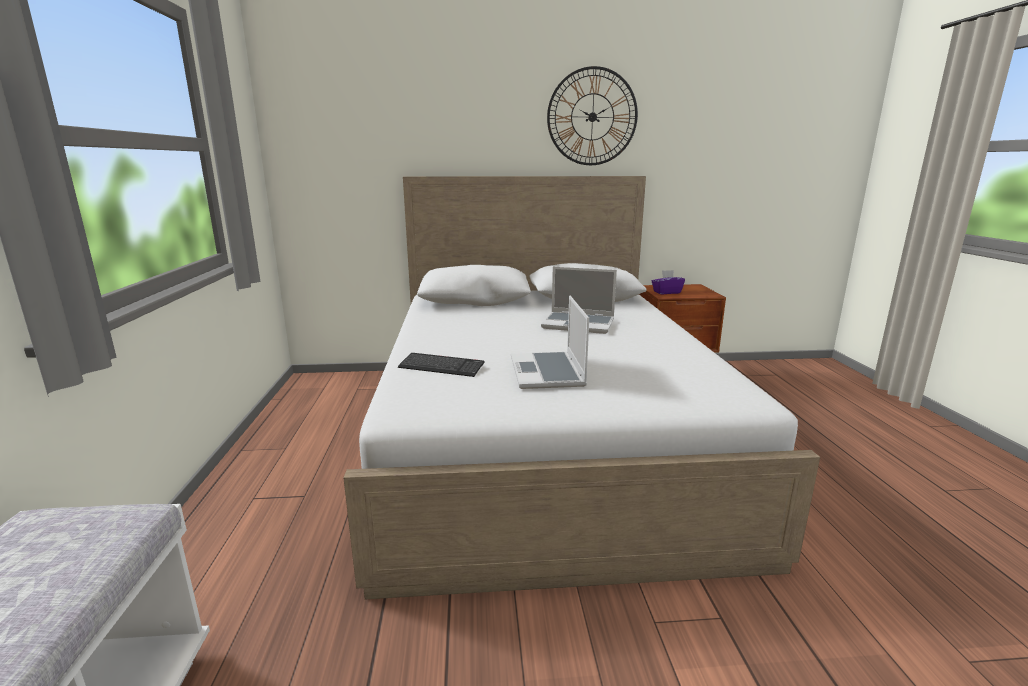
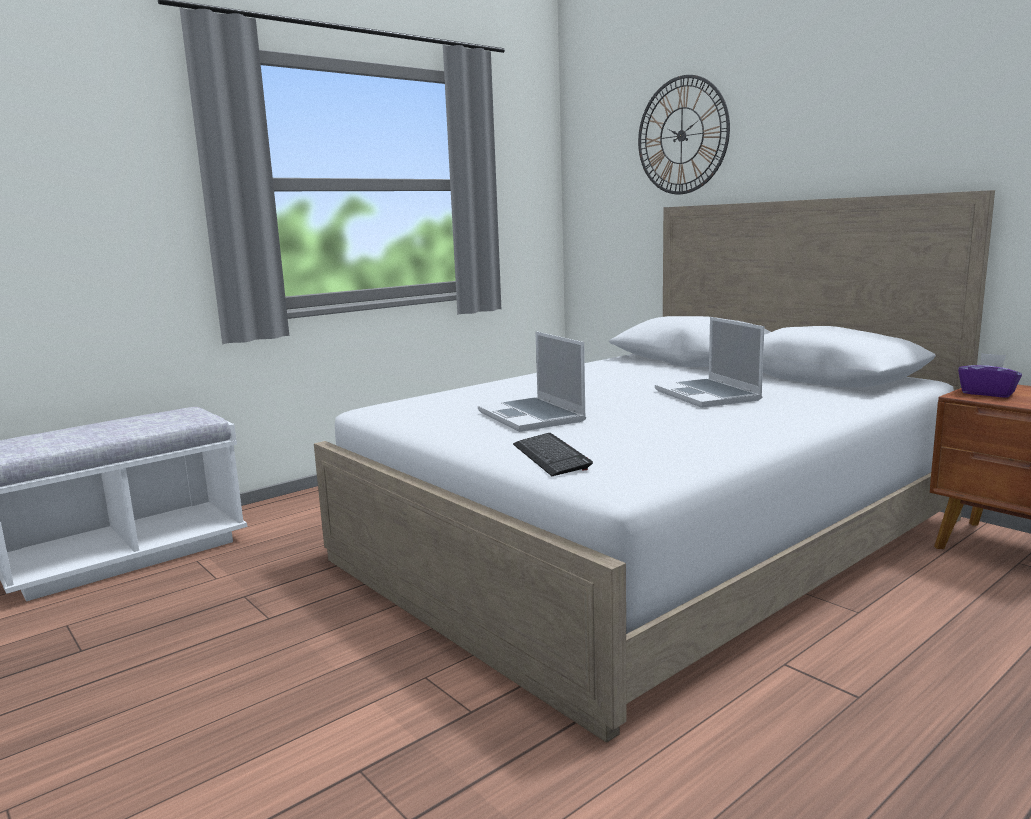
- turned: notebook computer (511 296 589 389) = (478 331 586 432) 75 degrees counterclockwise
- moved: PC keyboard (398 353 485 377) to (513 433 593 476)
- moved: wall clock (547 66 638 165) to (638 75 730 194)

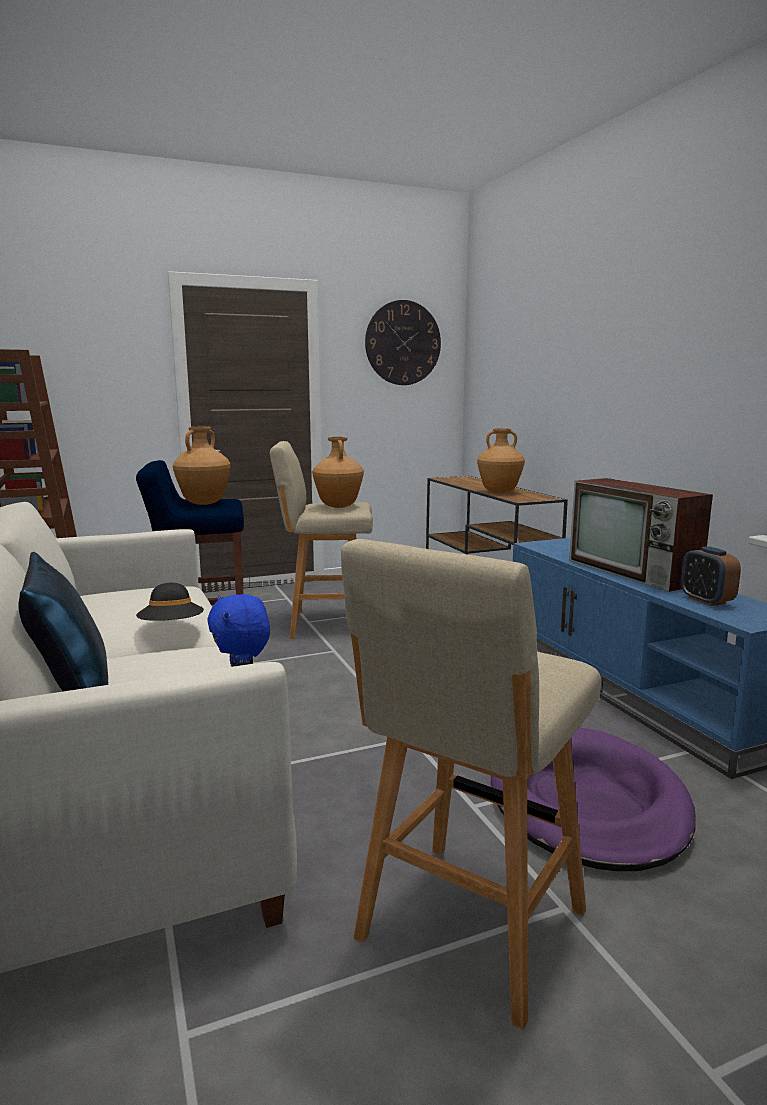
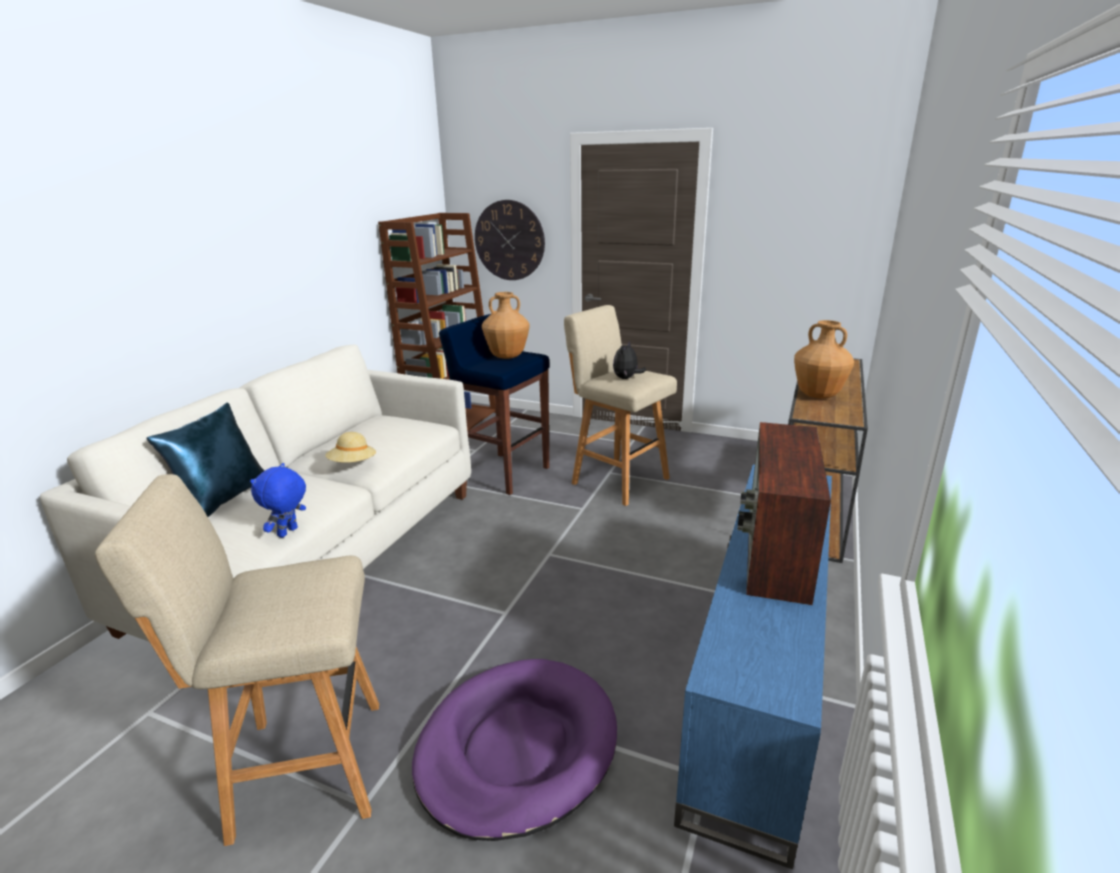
- recoloured: black-coloured wearable hat (136 583 204 621) to beige wearable hat (325 432 376 463)
- moved: wall clock (365 300 441 385) to (475 200 545 280)
- replaced: brownish decorative vase (312 437 364 508) to plush toy (613 341 646 379)
- removed: alarm clock (681 546 741 606)

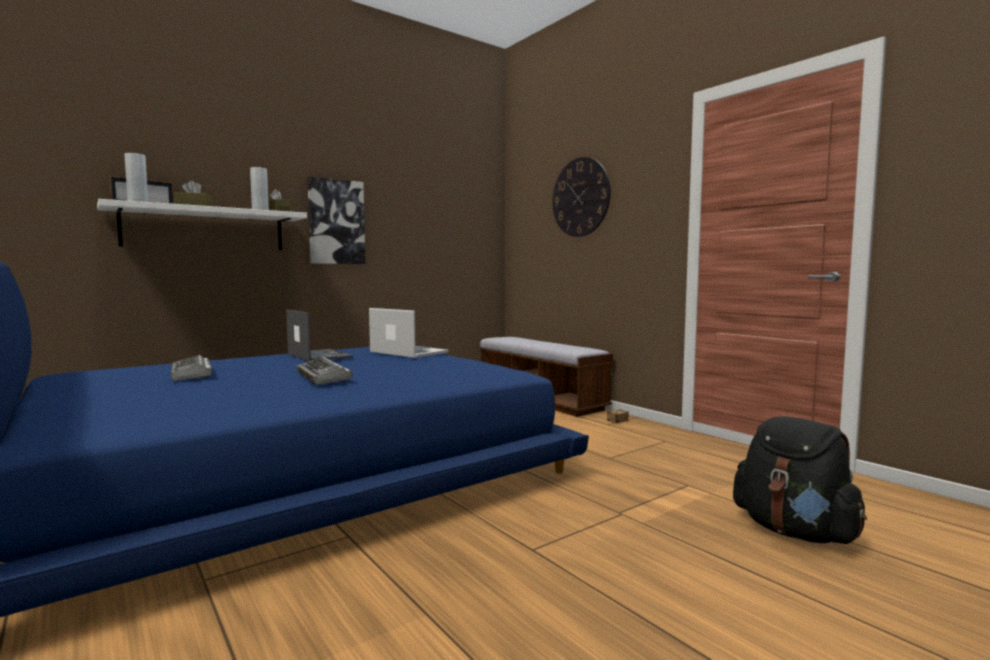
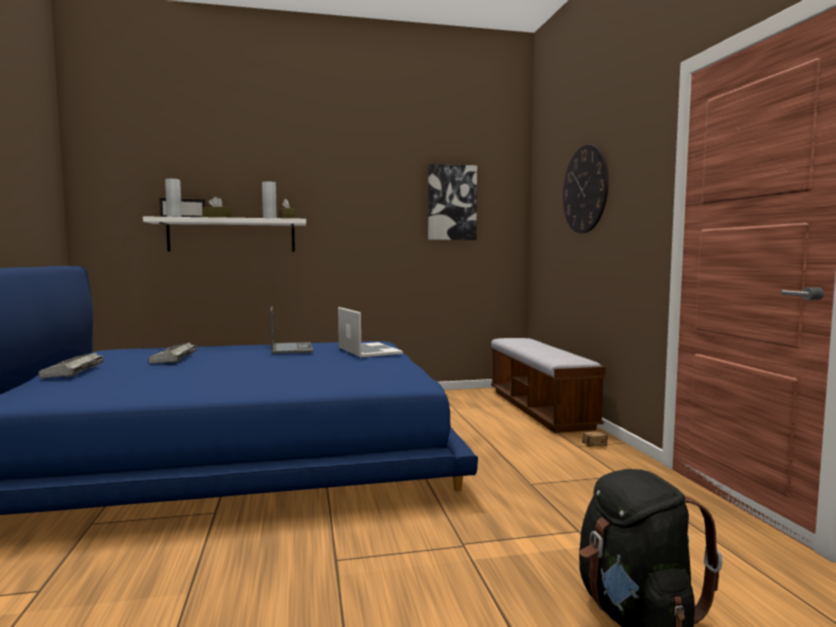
- moved: PC keyboard (297 357 353 385) to (38 353 104 378)
- moved: wall picture (307 176 365 264) to (428 164 477 240)

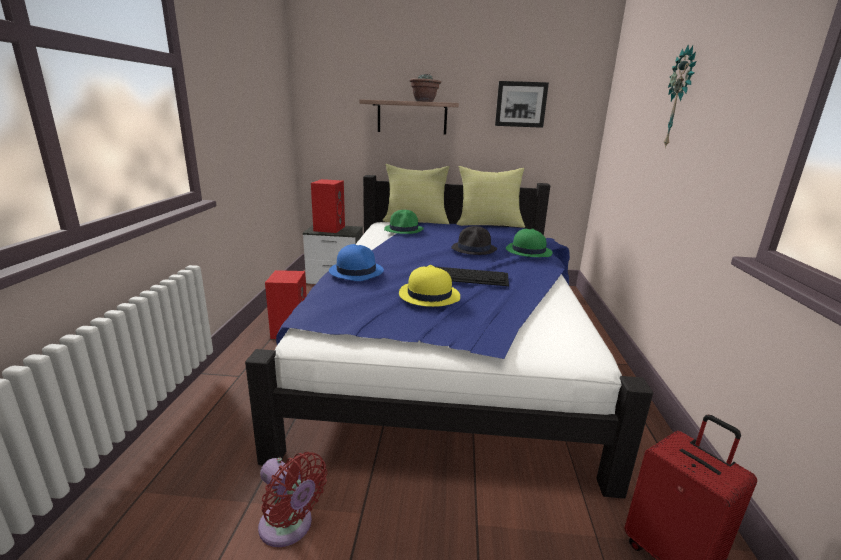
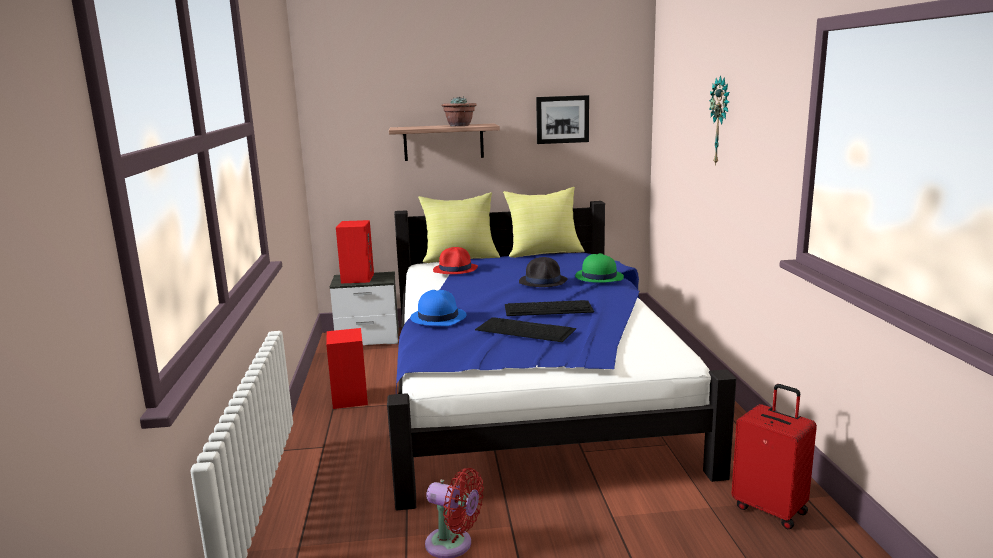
- recoloured: green wearable hat (384 210 424 234) to red-coloured wearable hat (433 247 478 274)
- replaced: yellow wearable hat (399 265 460 307) to PC keyboard (475 317 576 342)

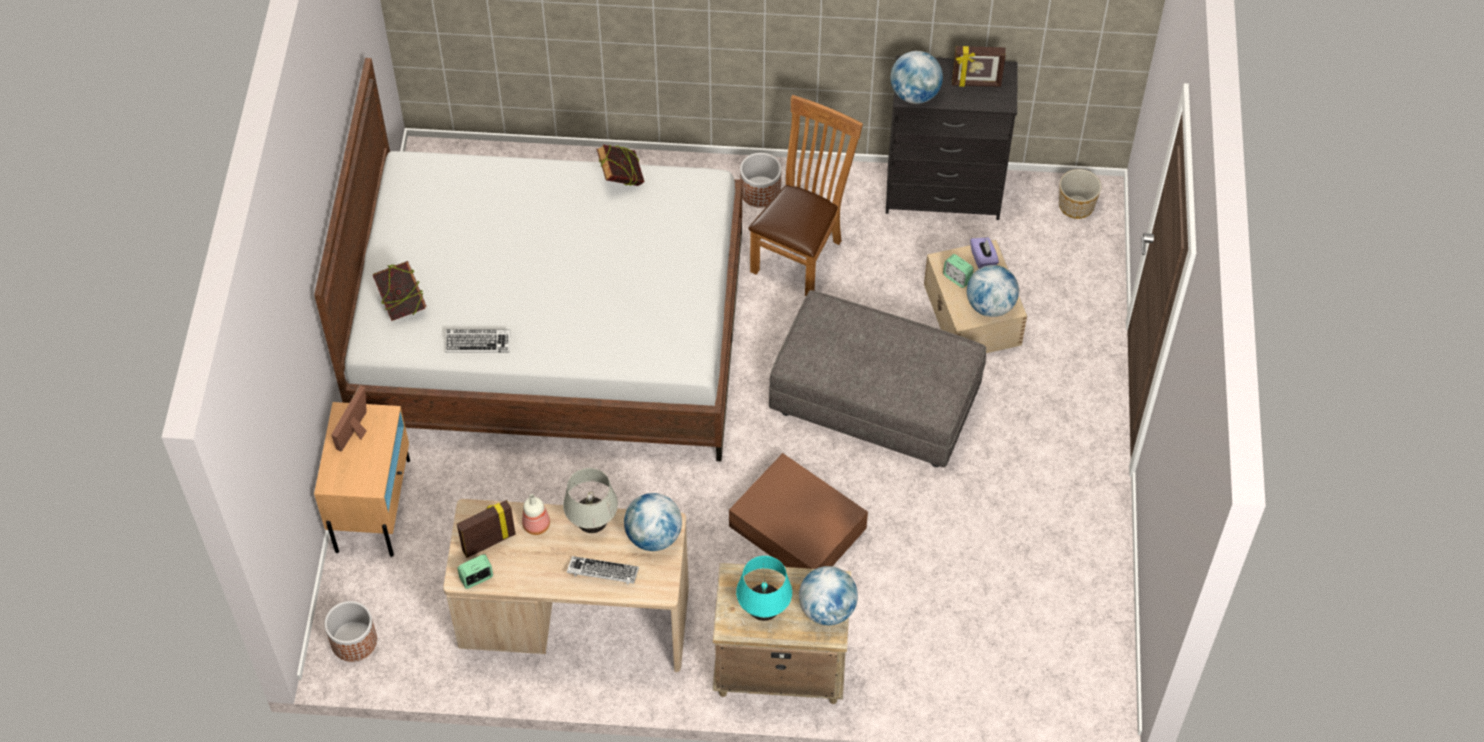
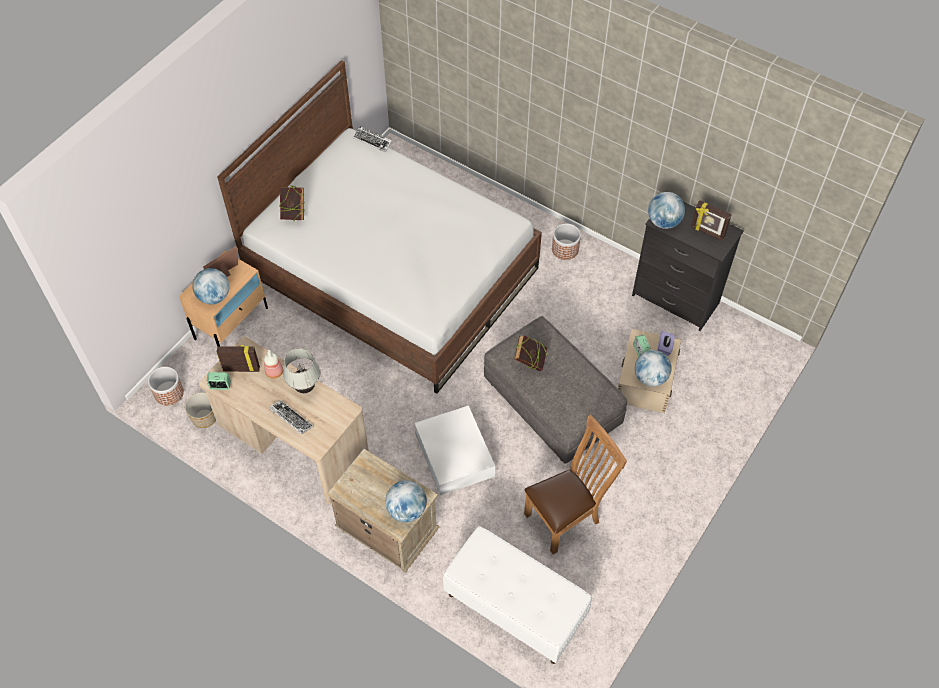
- moved: plant pot (1059 169 1101 219) to (185 392 216 428)
- moved: globe (624 493 682 551) to (193 268 230 304)
- moved: PC keyboard (445 329 510 353) to (353 126 392 153)
- recoloured: brownish storage box (729 453 868 569) to white-coloured storage box (415 405 495 495)
- added: white-coloured bench (443 526 592 664)
- moved: bound book (597 145 645 186) to (514 335 547 371)
- moved: brownish upright chair (748 95 863 296) to (524 415 627 555)
- removed: turquoise-coloured lamp for a table (736 556 792 621)

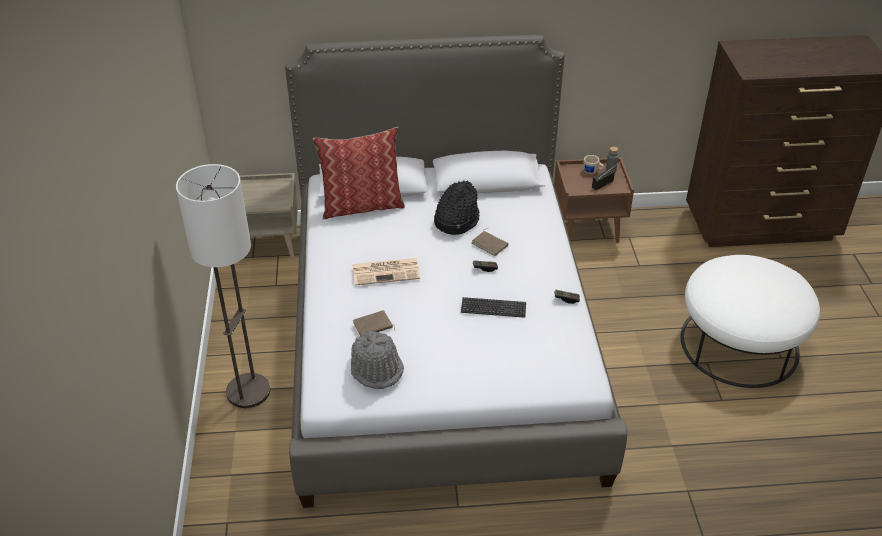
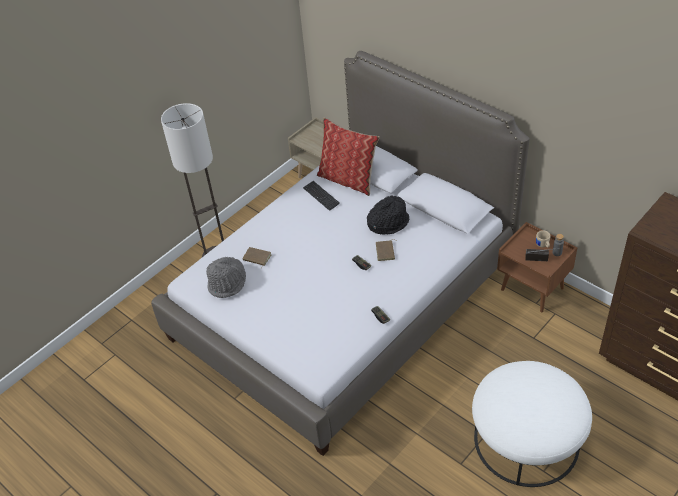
- moved: PC keyboard (461 297 526 318) to (303 181 340 211)
- removed: daily paper (352 258 420 286)

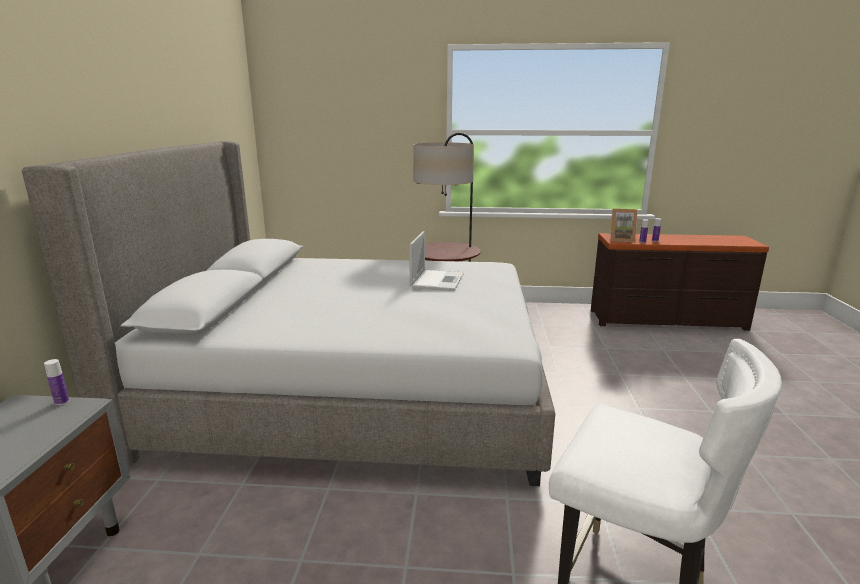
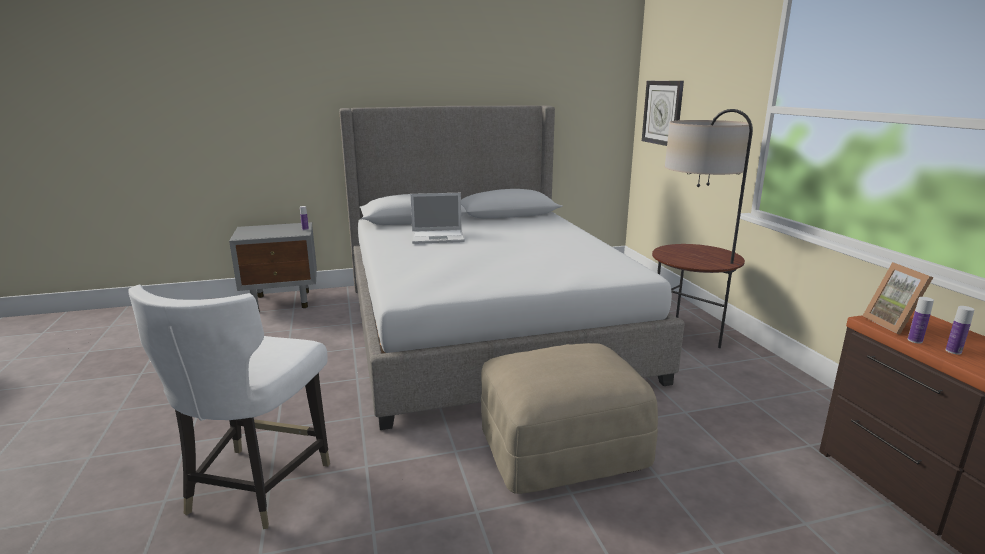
- moved: notebook computer (409 231 464 291) to (410 193 465 244)
- added: beige footrest (481 343 658 494)
- added: wall clock (642 81 684 146)

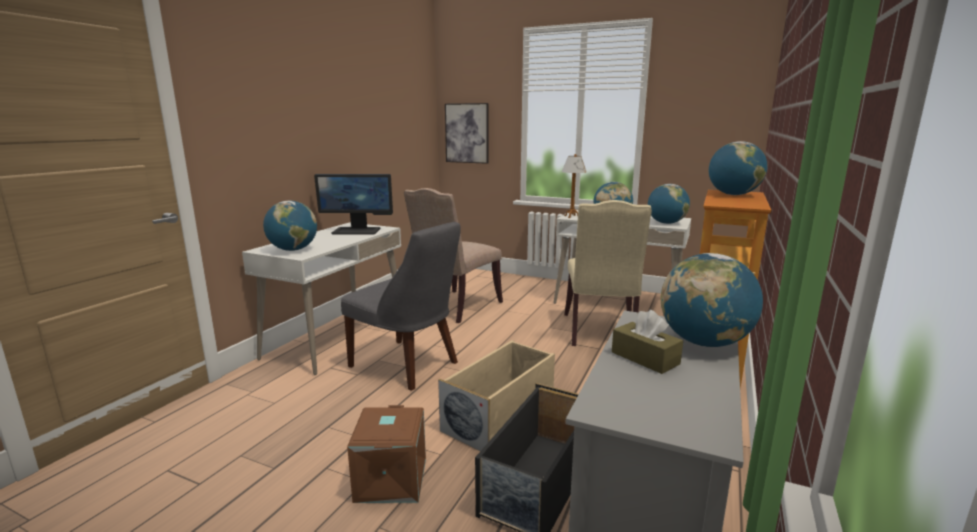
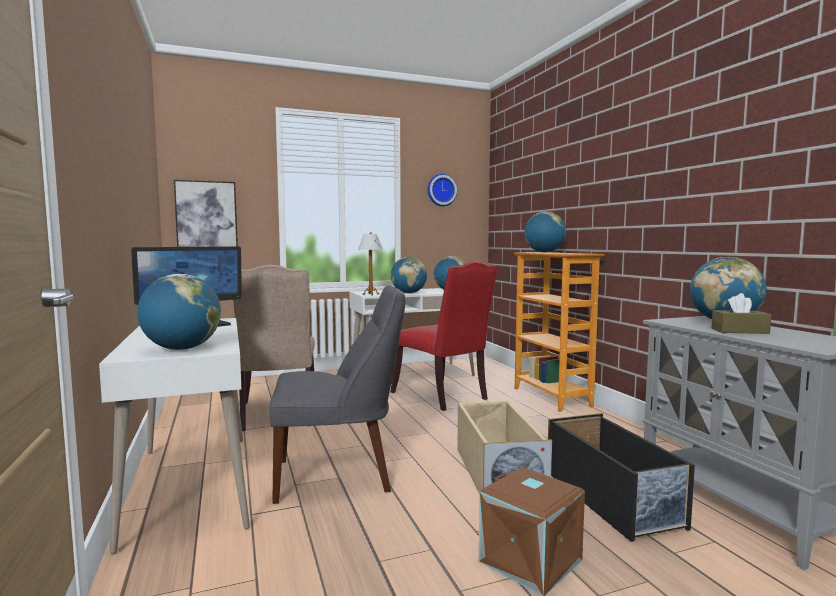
- recoloured: beige upright chair (564 200 652 346) to red-coloured upright chair (391 262 497 411)
- added: wall clock (428 174 457 206)

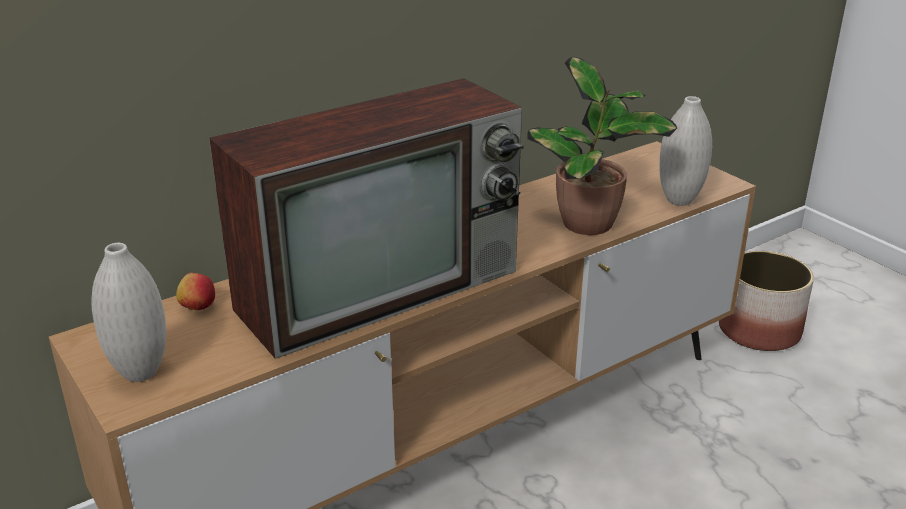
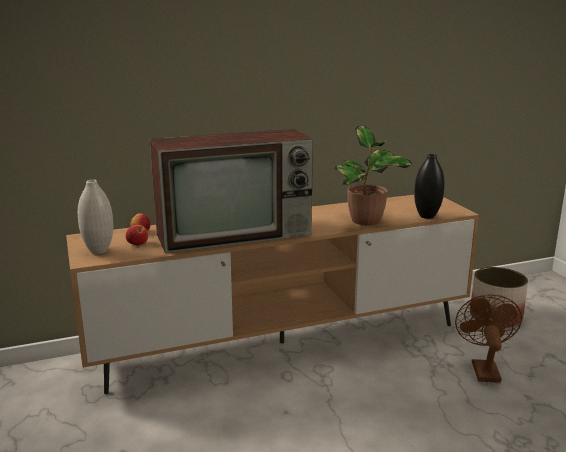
- added: whole apple (126 225 148 245)
- recoloured: white-coloured decorative vase (659 96 712 206) to black-coloured decorative vase (414 154 445 219)
- added: brownish electric fan (455 294 522 383)

